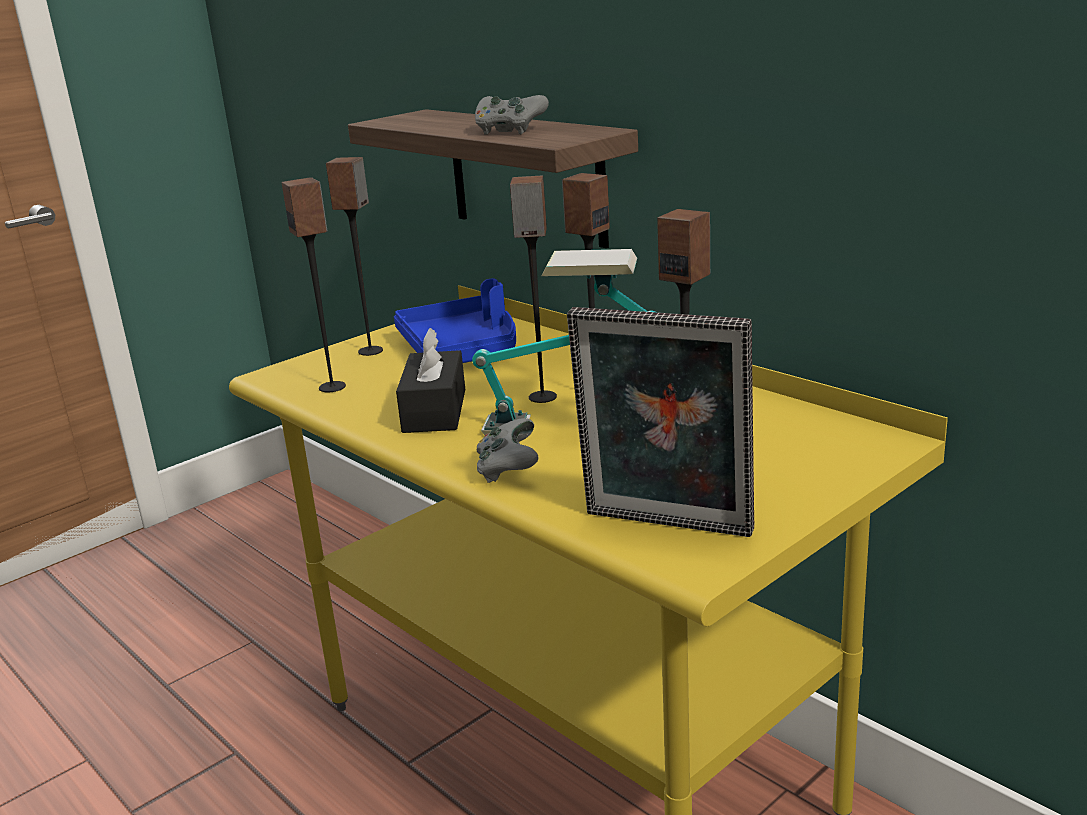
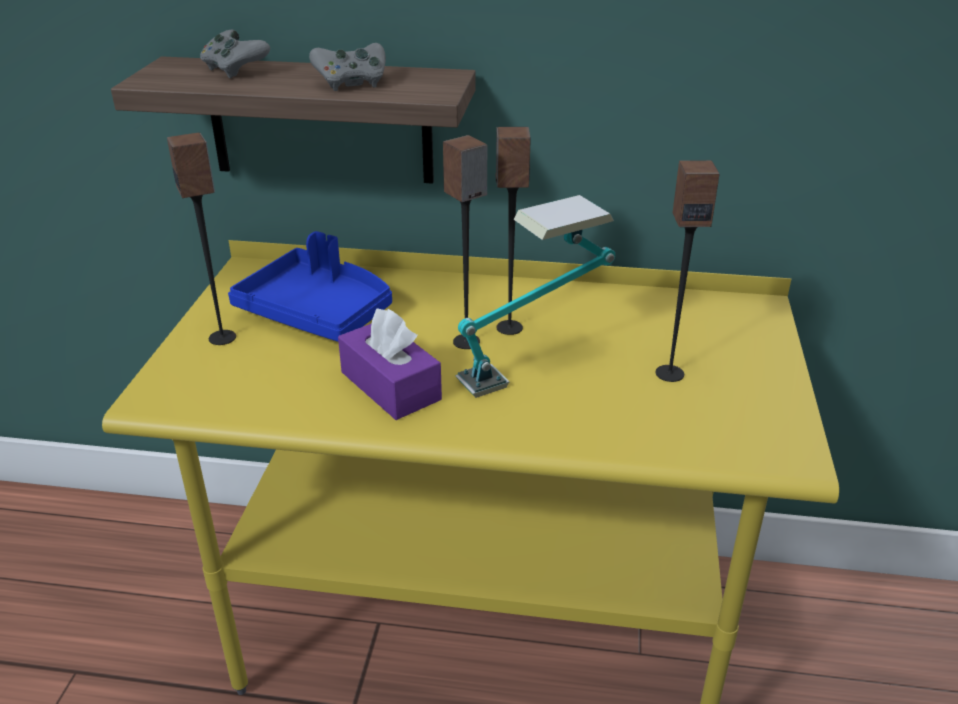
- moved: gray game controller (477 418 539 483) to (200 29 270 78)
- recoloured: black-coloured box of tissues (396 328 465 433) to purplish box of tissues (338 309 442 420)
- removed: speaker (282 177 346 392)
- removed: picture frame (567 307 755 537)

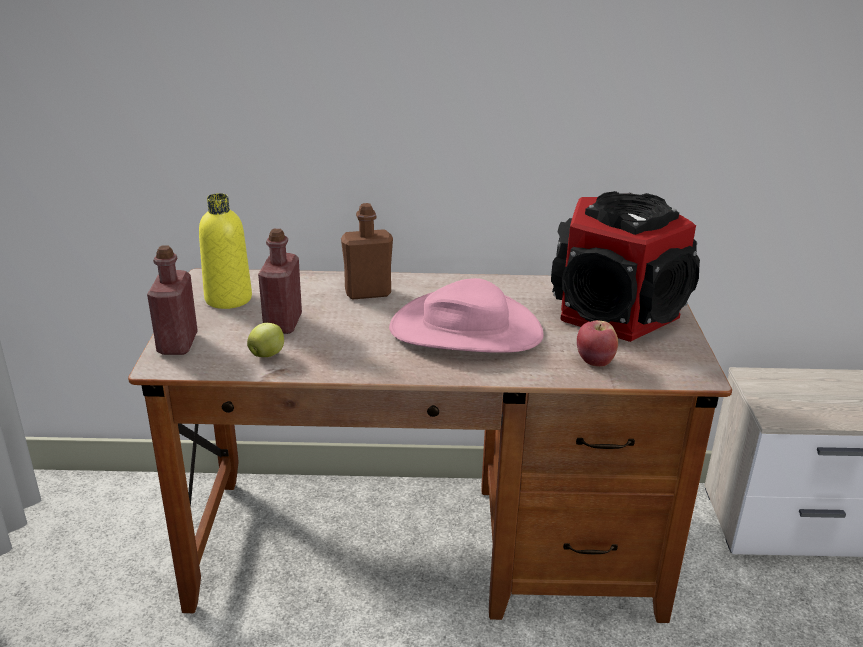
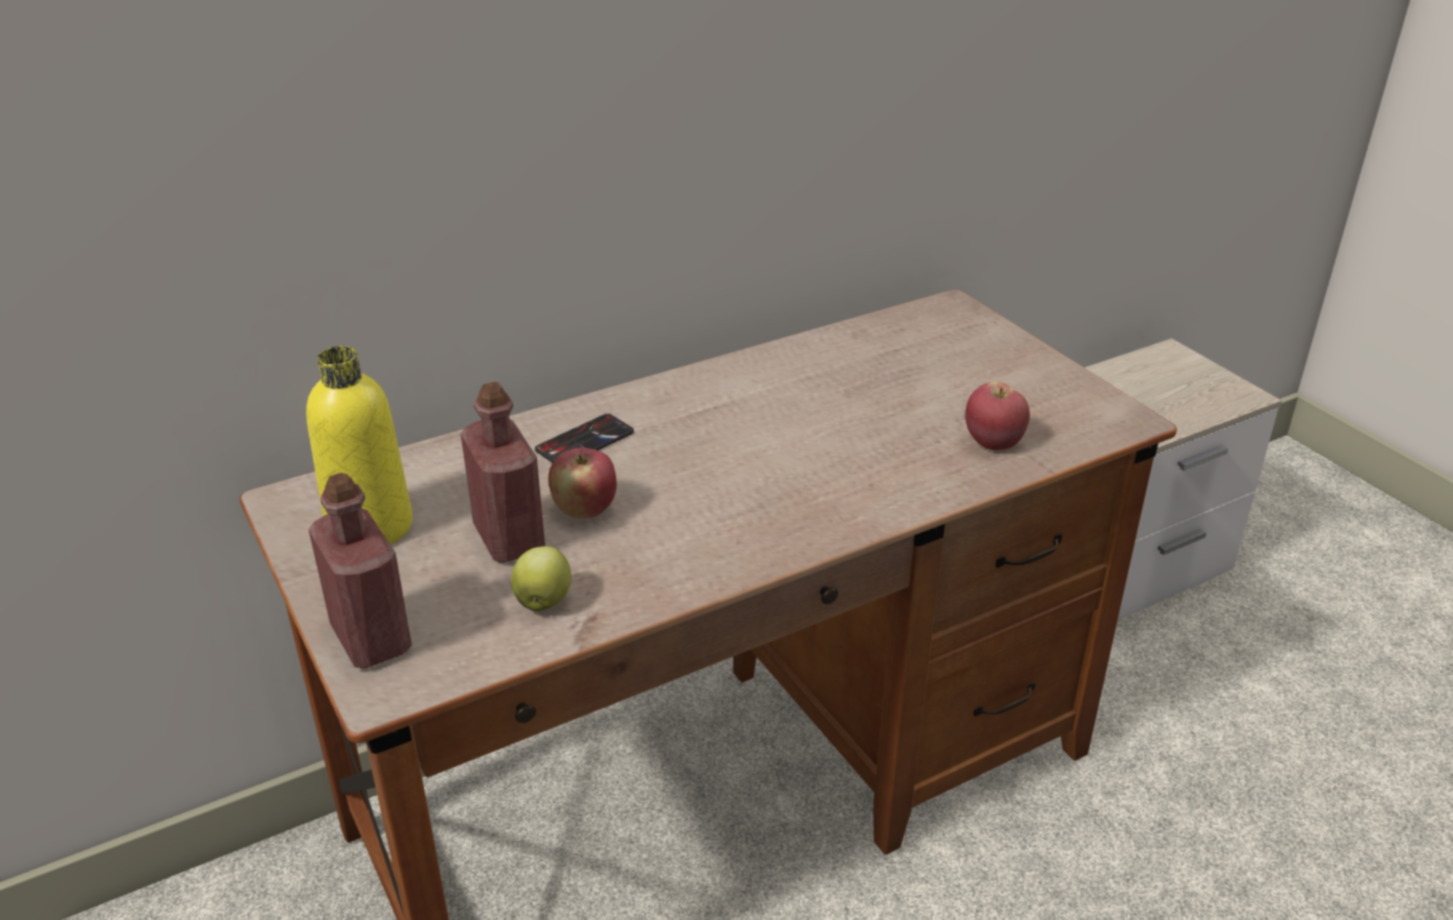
- replaced: brownish drink bottle (341 203 393 300) to handset (535 414 634 463)
- added: whole apple (548 448 617 519)
- removed: pink wearable hat (389 278 544 353)
- removed: speaker (551 191 700 342)

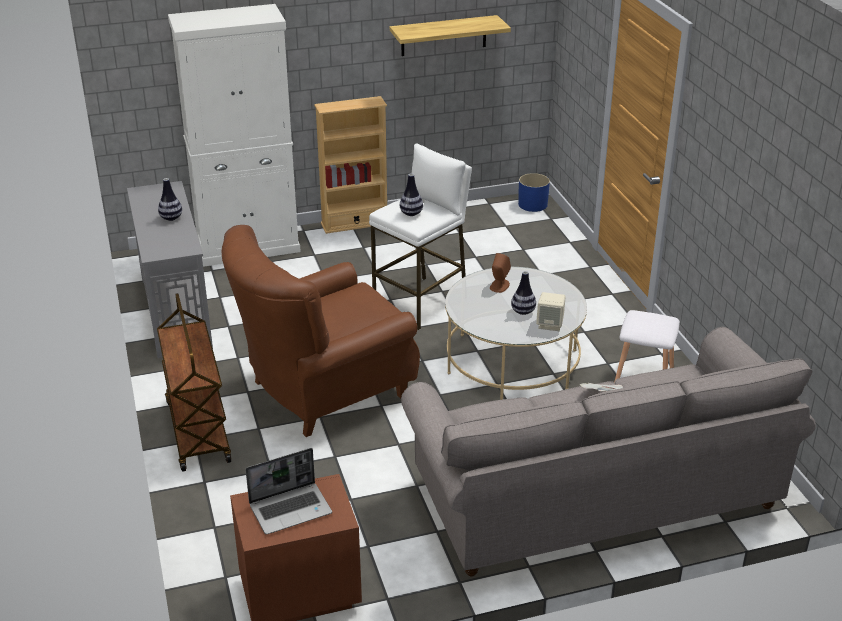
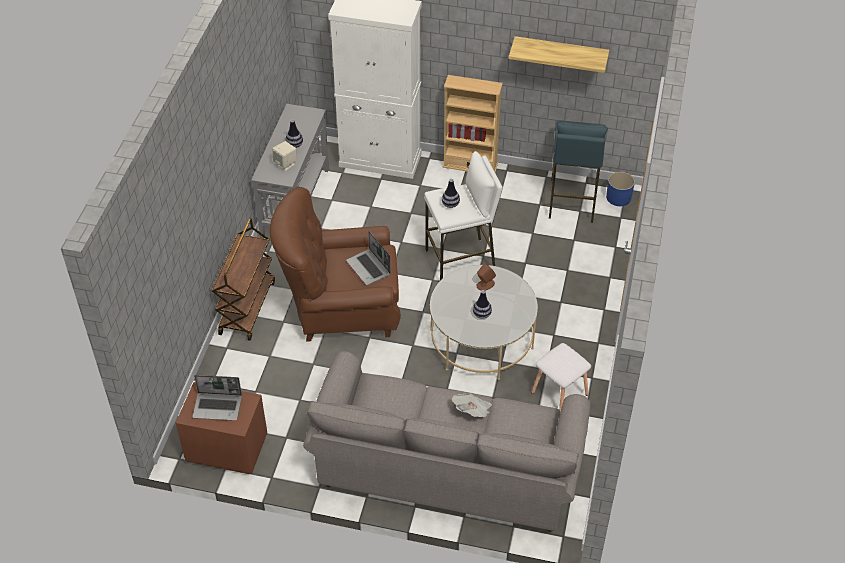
- moved: beige speaker (536 292 566 331) to (272 141 297 171)
- added: notebook computer (346 231 391 285)
- added: blue stool seat (549 121 608 223)

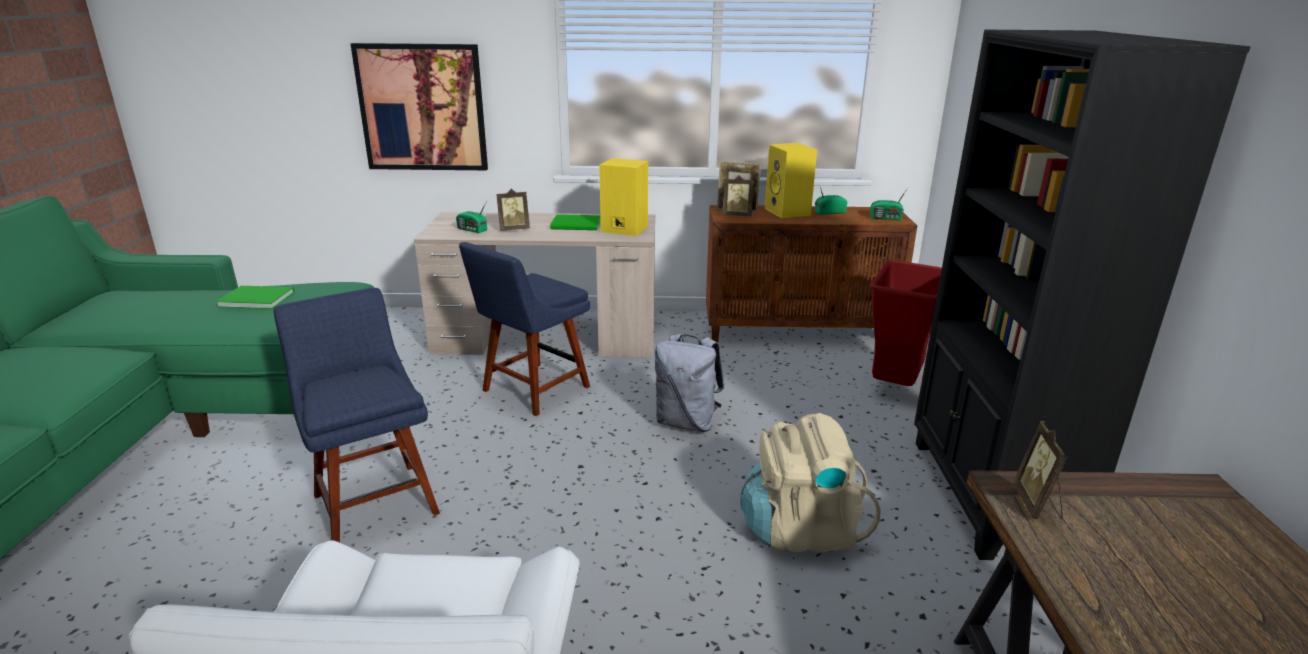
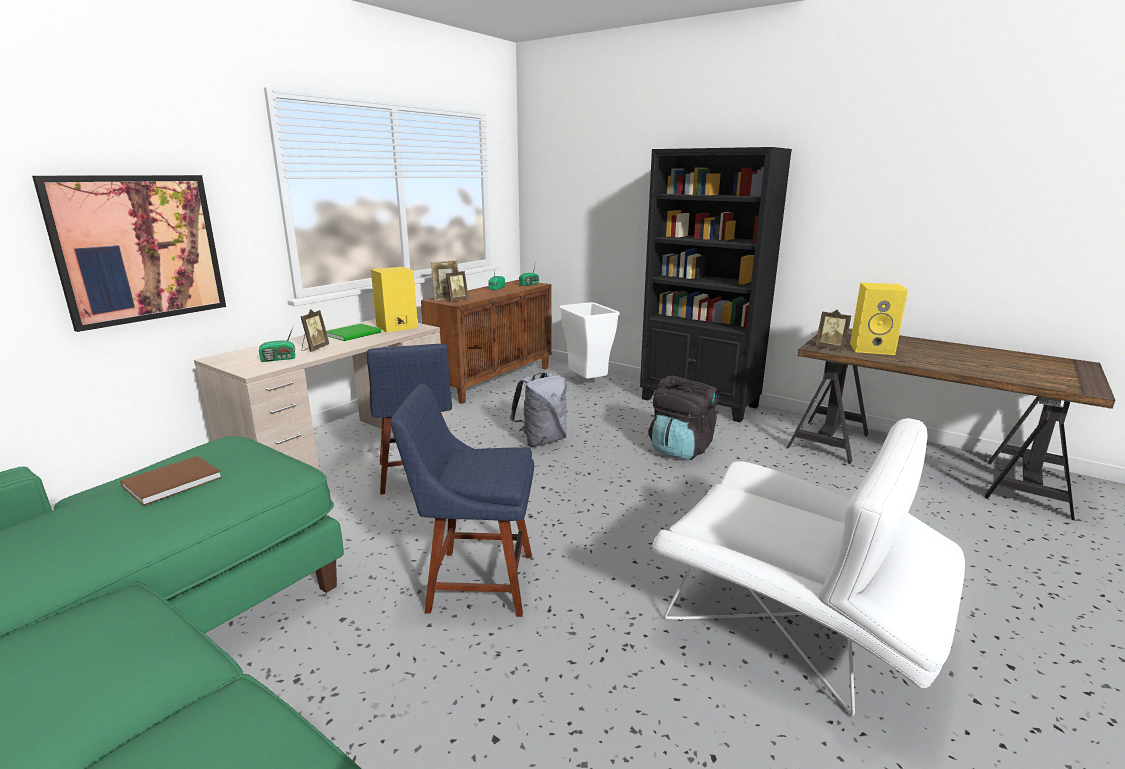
- recoloured: green bound book (216 286 294 309) to brownish bound book (120 456 222 506)
- recoloured: red-coloured trash can (870 260 942 386) to white-coloured trash can (559 302 620 379)
- recoloured: beige rucksack (740 413 881 552) to black-coloured rucksack (648 376 720 460)
- moved: yellow speaker (765 143 817 218) to (850 282 908 355)

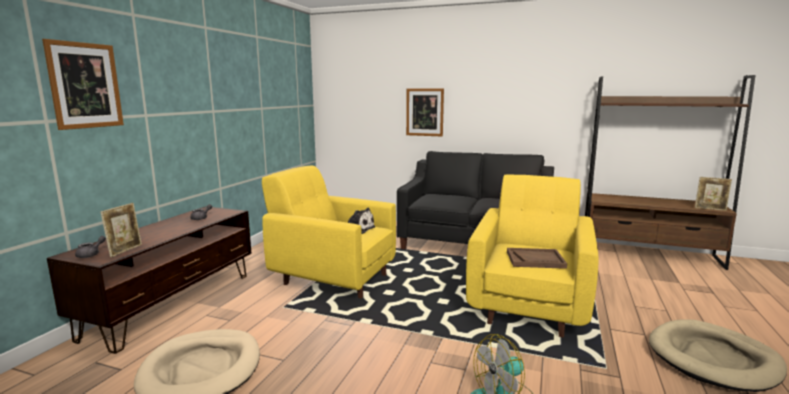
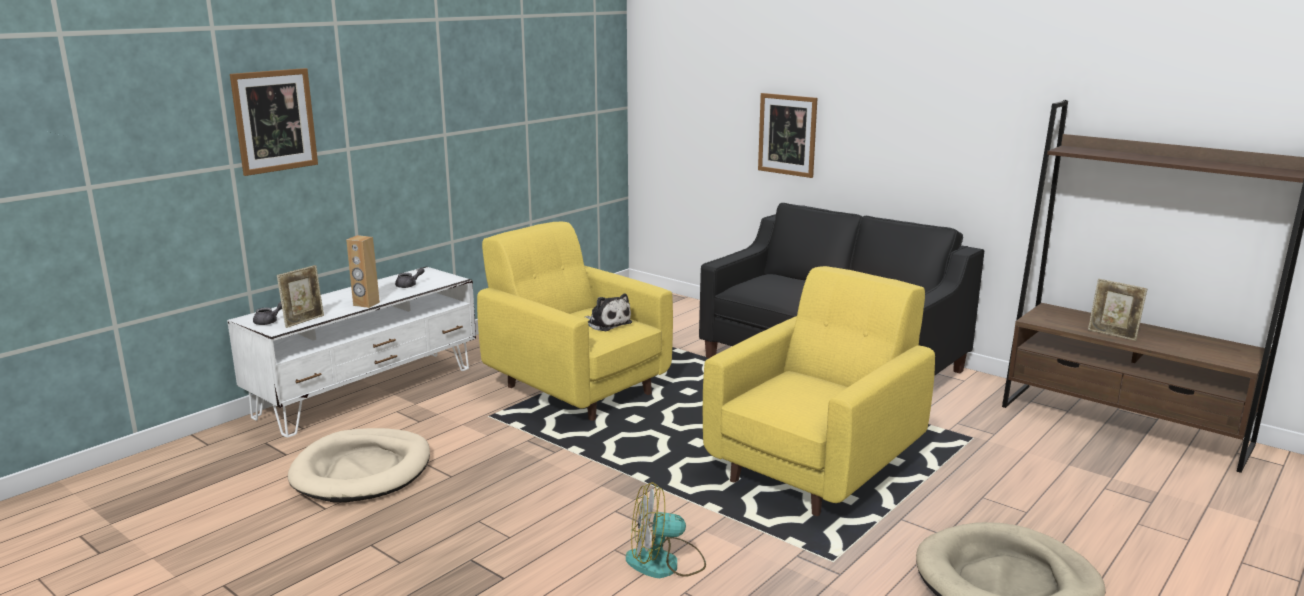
- recoloured: brownish tv unit (47 206 252 354) to white-coloured tv unit (227 266 476 438)
- added: brownish speaker (346 235 380 308)
- moved: picture frame (695 177 732 211) to (1088 279 1147 341)
- removed: brownish carrying tray (507 248 567 269)

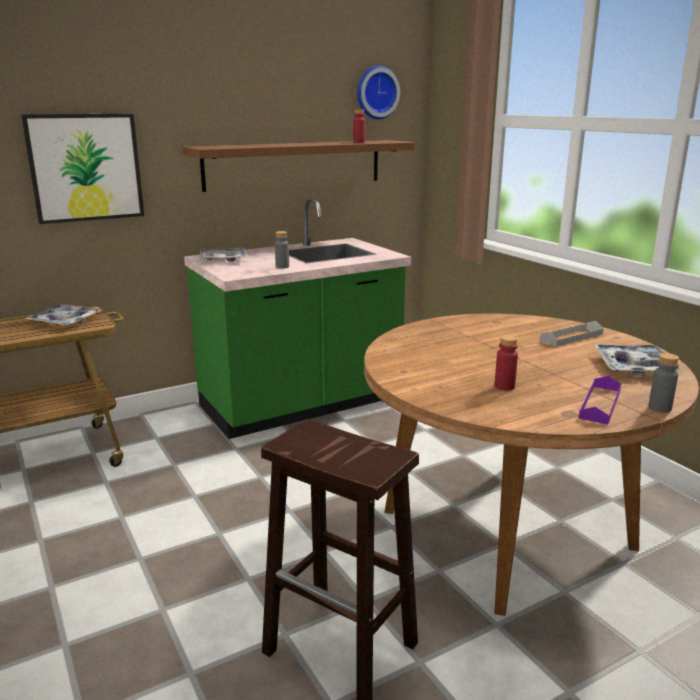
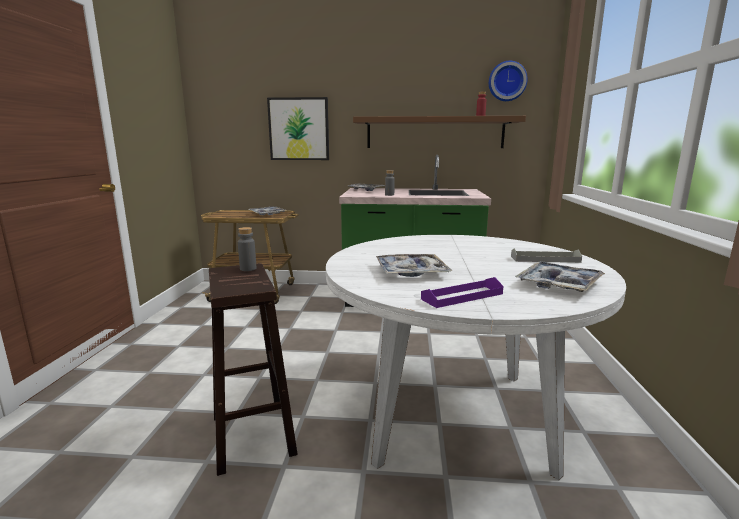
- moved: gray drink bottle (648 353 679 413) to (238 227 256 271)
- recoloured: brownish dinner table (364 314 699 616) to white-coloured dinner table (326 235 626 480)
- replaced: red-coloured drink bottle (495 335 518 391) to carrying tray (376 254 452 277)

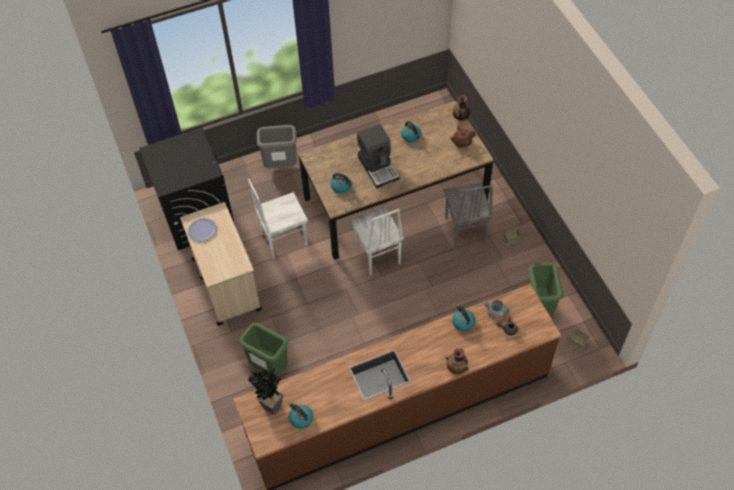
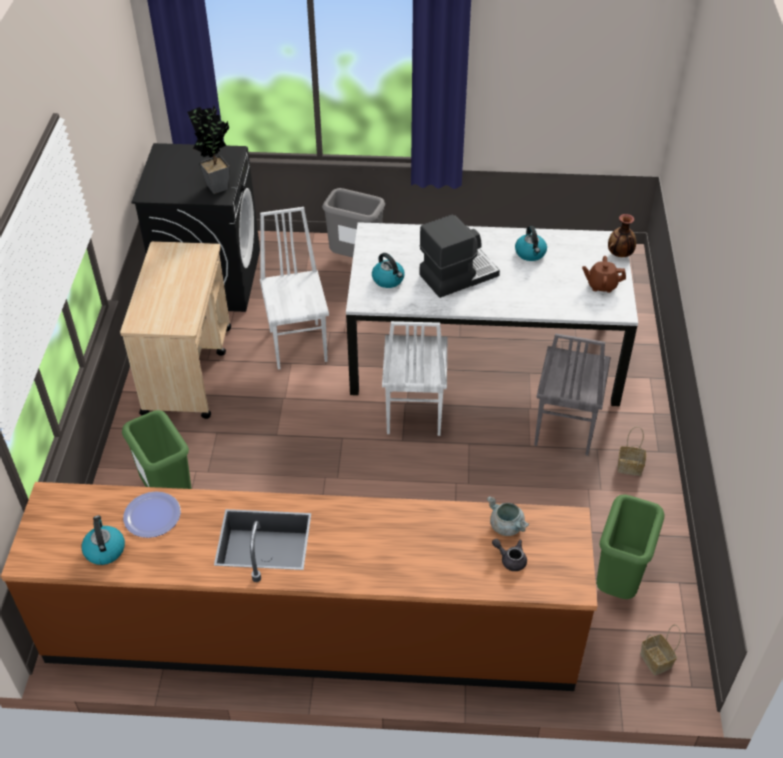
- moved: flat dish (187 217 217 242) to (123 491 181 538)
- moved: potted plant (248 368 283 415) to (187 105 230 194)
- turned: white-coloured upright chair (248 179 308 259) = (260 207 329 369) 75 degrees clockwise
- recoloured: brownish dinner table (298 100 494 260) to white-coloured dinner table (346 222 638 406)
- turned: coffee brewer (357 124 400 188) = (419 215 500 298) 120 degrees counterclockwise
- removed: decorative vase (446 348 469 374)
- removed: kettle (452 304 476 331)

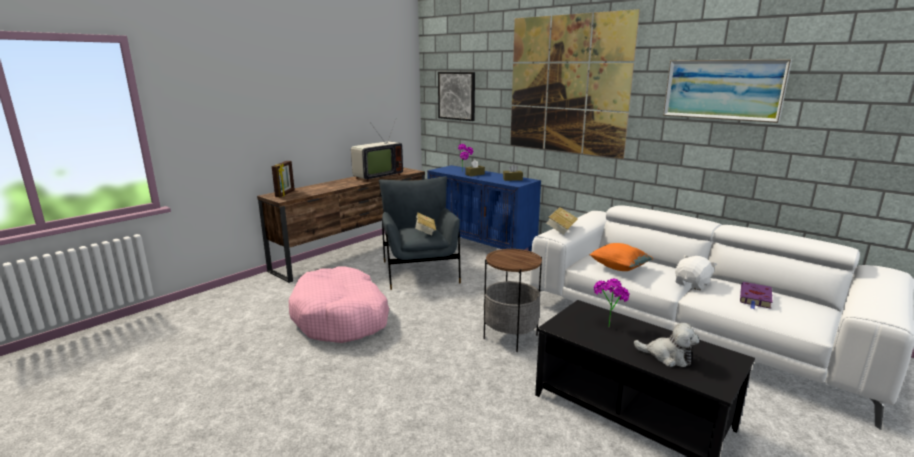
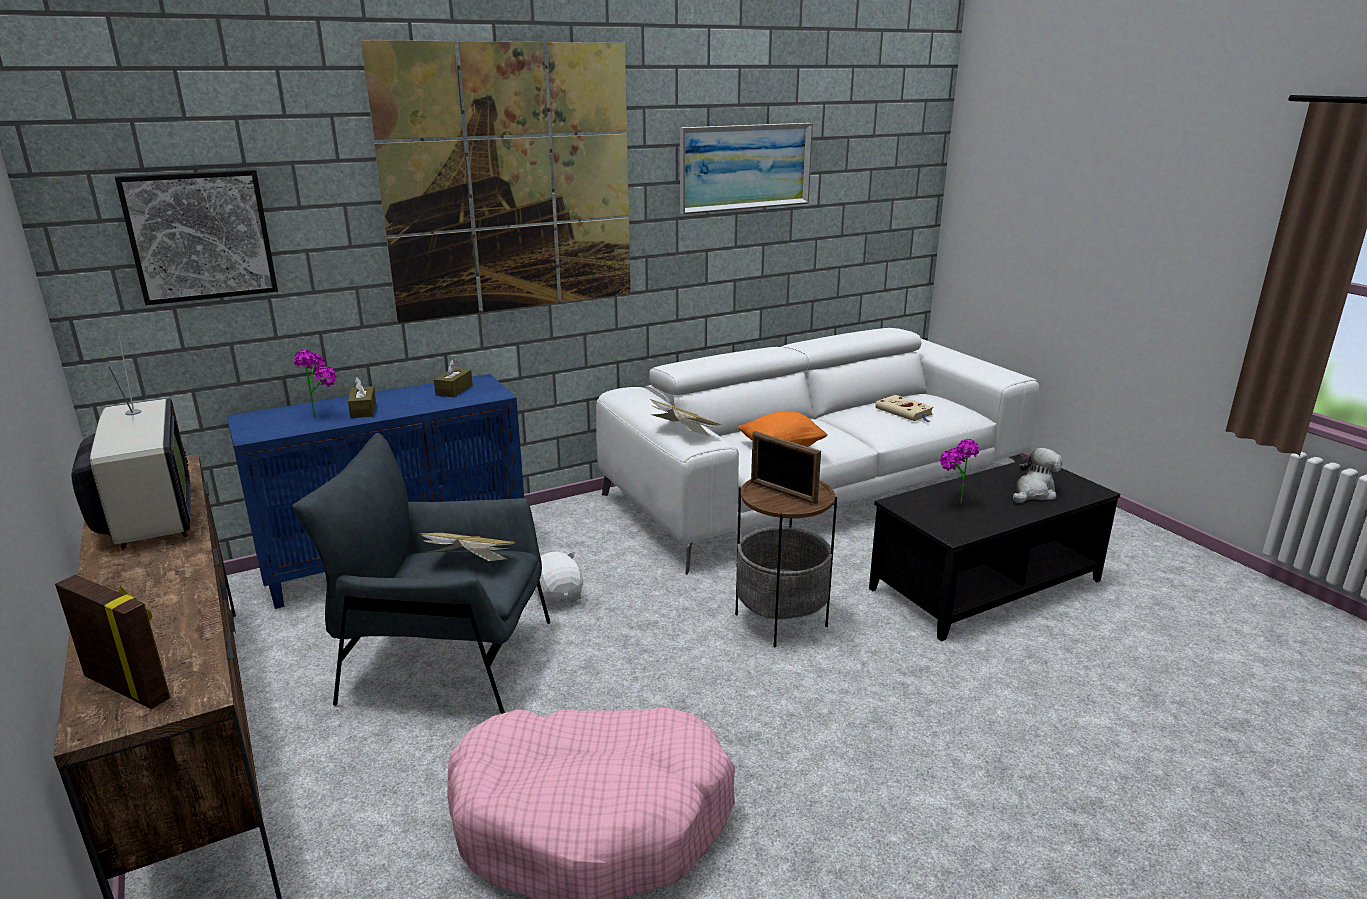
- moved: white-coloured plush toy (675 255 717 290) to (535 551 583 607)
- added: picture frame (751 431 821 504)
- recoloured: purplish bound book (740 282 773 309) to beige bound book (876 395 934 422)

